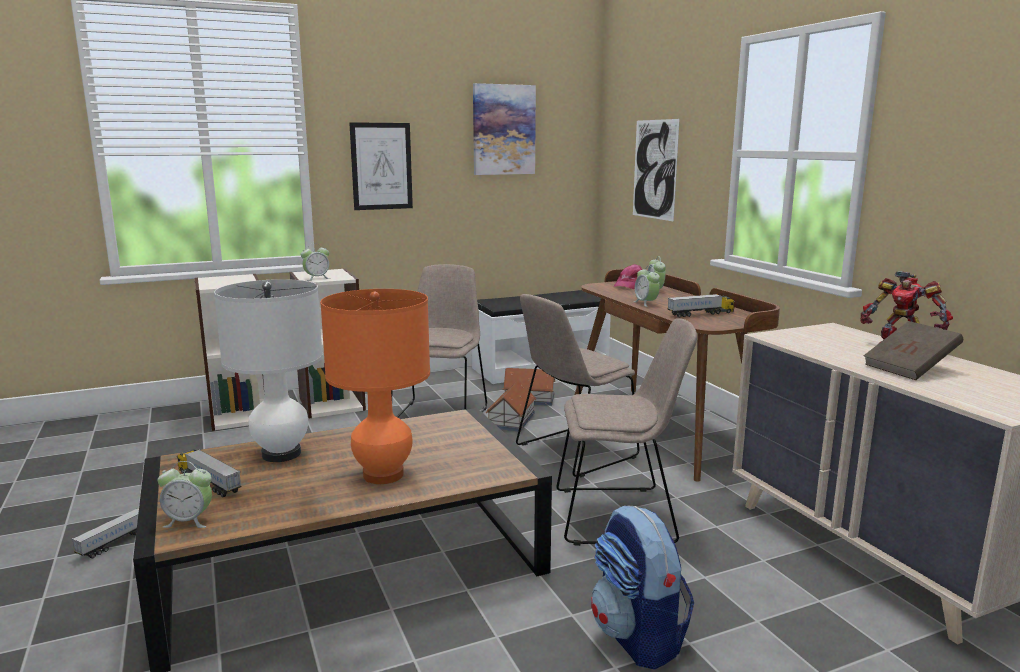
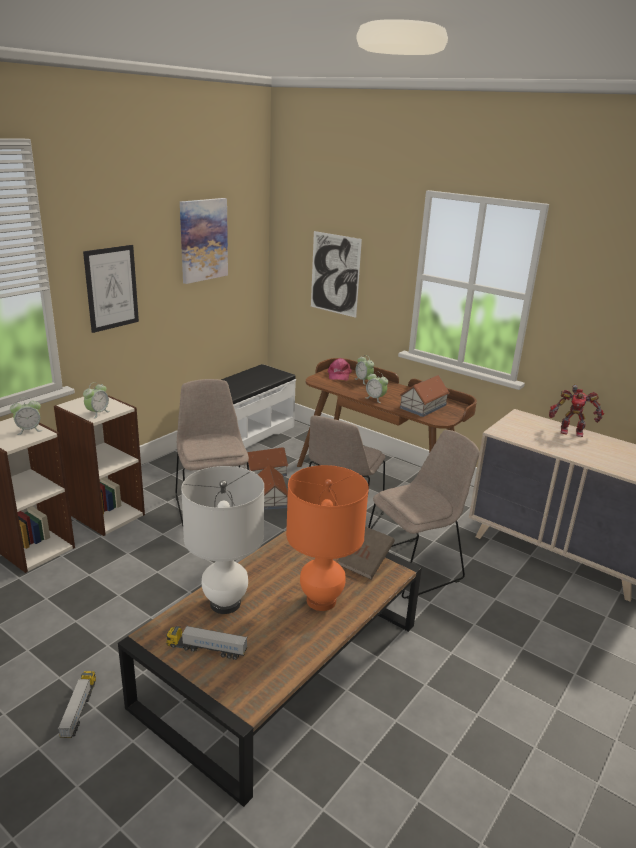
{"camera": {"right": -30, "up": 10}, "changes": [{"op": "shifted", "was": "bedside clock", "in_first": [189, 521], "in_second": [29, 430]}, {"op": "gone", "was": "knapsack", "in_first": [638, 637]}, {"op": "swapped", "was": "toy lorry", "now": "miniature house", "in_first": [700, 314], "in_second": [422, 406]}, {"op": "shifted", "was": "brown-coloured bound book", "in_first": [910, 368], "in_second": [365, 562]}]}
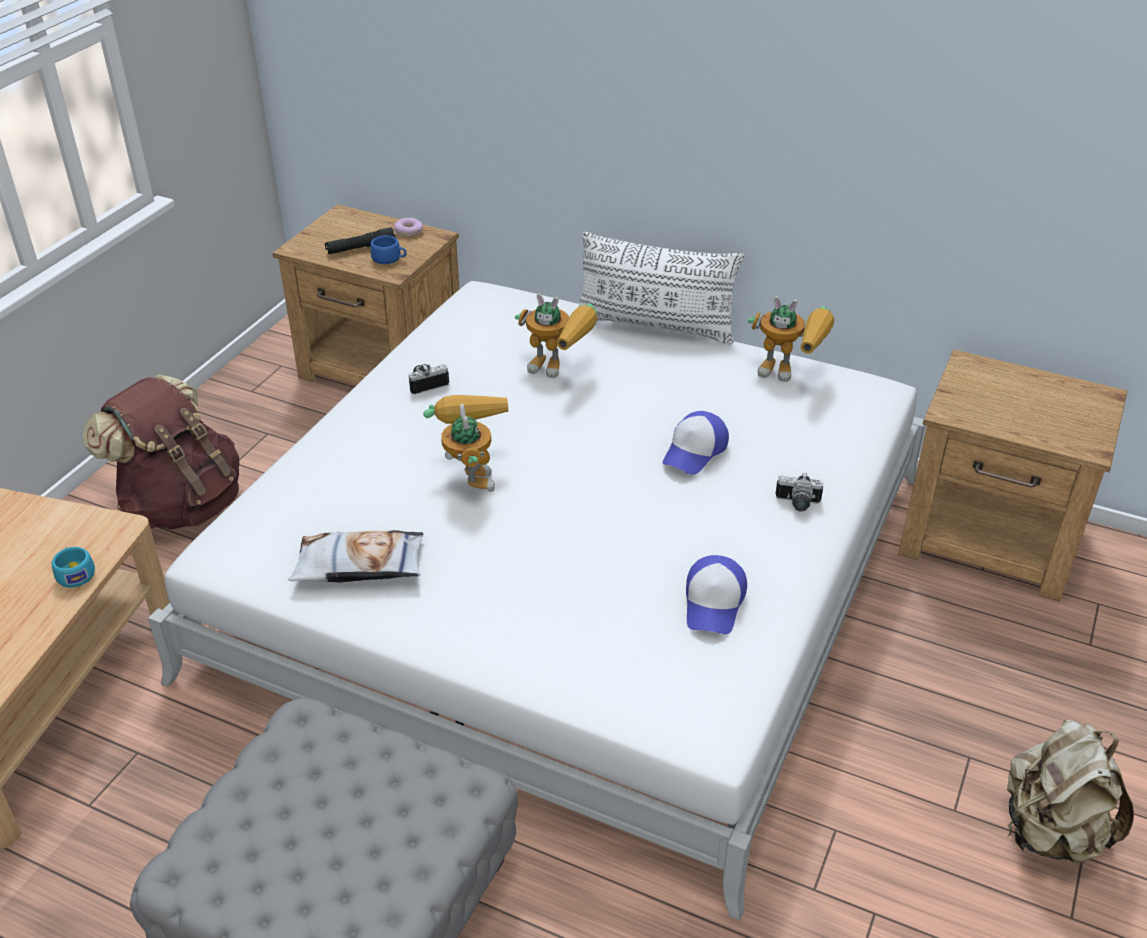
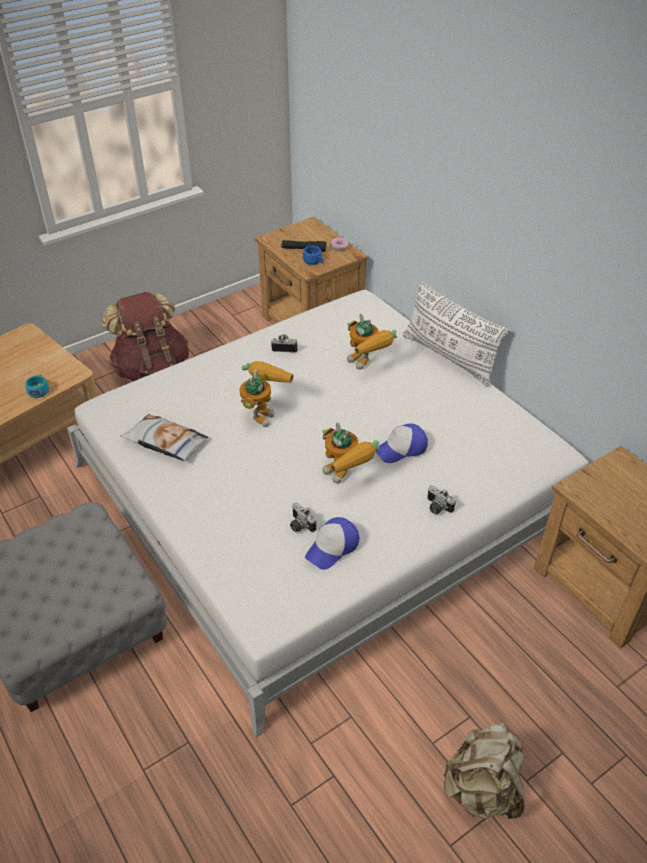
{"camera": {"right": 30, "up": 5}, "changes": [{"op": "shifted", "was": "model robot", "in_first": [790, 372], "in_second": [346, 477]}, {"op": "new", "now": "still camera", "in_second": [299, 525]}]}
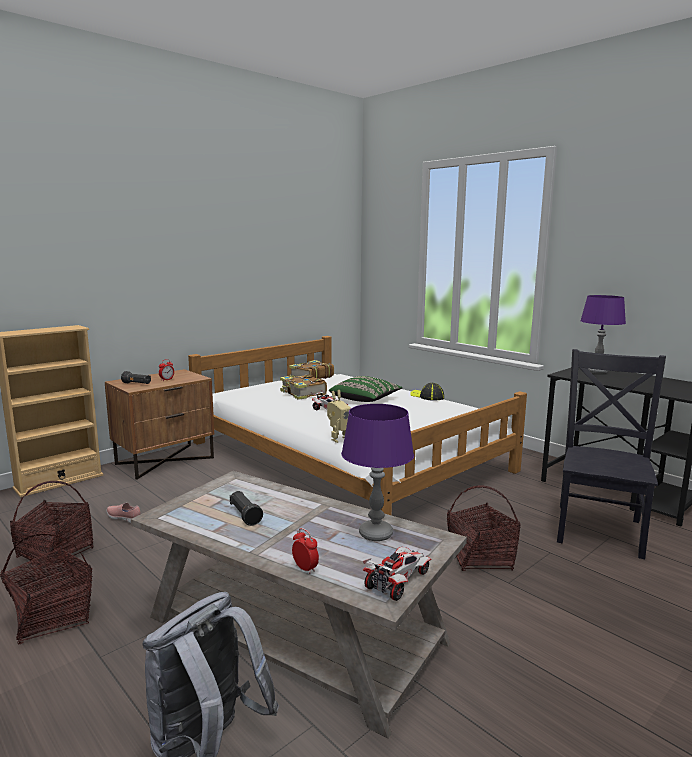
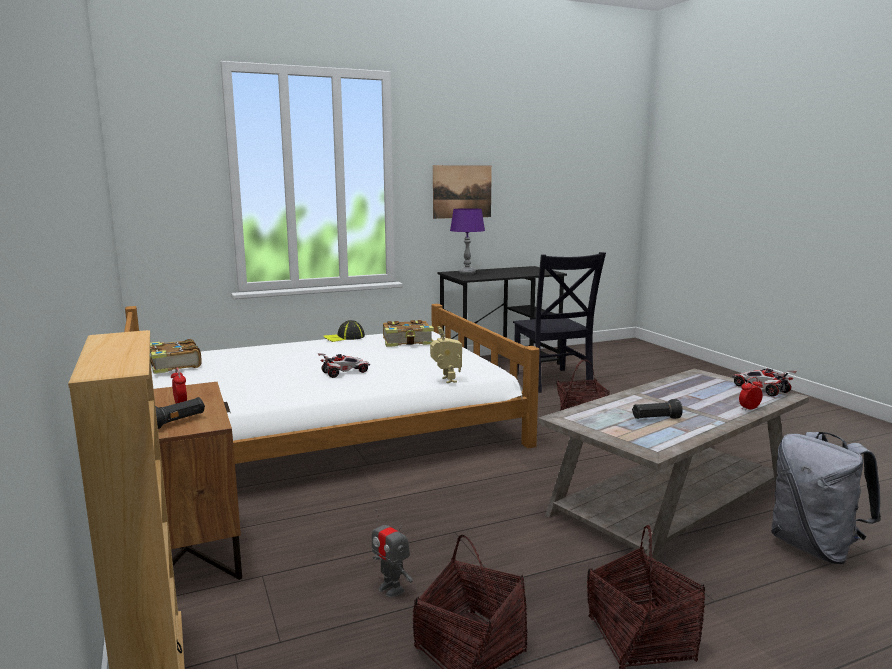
{"camera": {"right": -70, "up": 0}, "changes": [{"op": "swapped", "was": "pink item of footwear", "now": "model robot", "in_first": [124, 519], "in_second": [391, 589]}, {"op": "shifted", "was": "bound book", "in_first": [303, 393], "in_second": [408, 342]}, {"op": "gone", "was": "green throw pillow", "in_first": [365, 400]}, {"op": "gone", "was": "purple table lamp", "in_first": [375, 534]}, {"op": "rotated", "was": "black upright chair", "in_first": [600, 528], "in_second": [552, 381], "clockwise": -150}, {"op": "new", "now": "wall art", "in_second": [462, 191]}]}
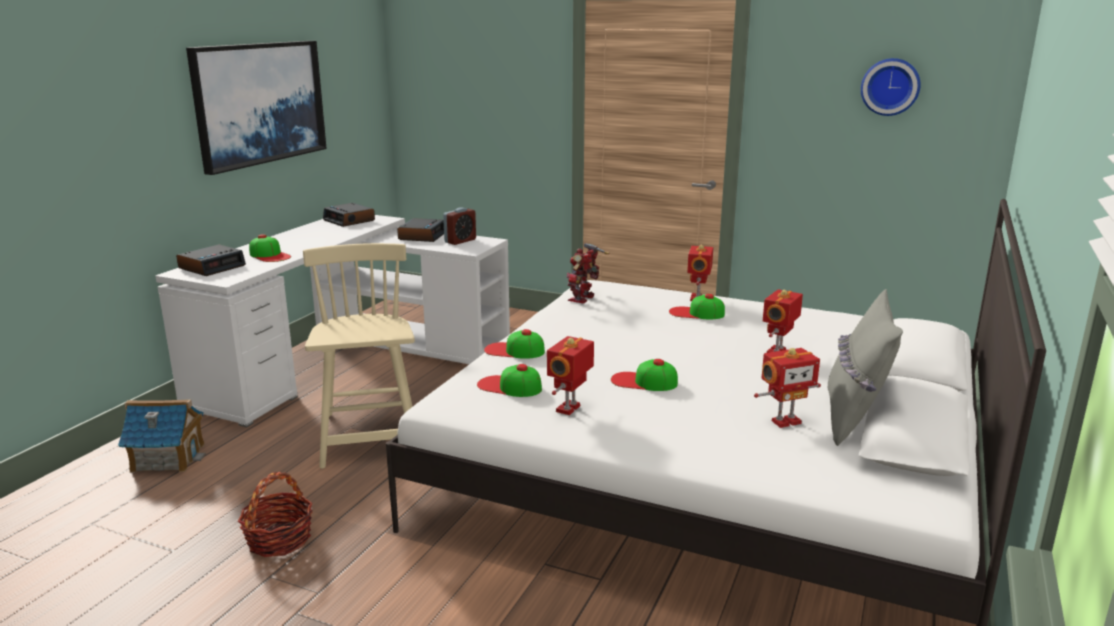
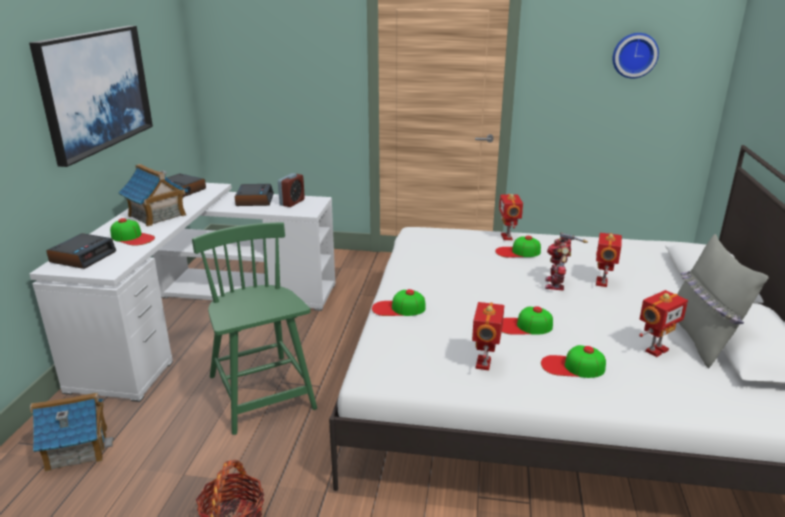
{"camera": {"right": -15, "up": 5}, "changes": [{"op": "repainted", "was": "sand-coloured upright chair", "now": "green upright chair", "in_first": [370, 437], "in_second": [261, 394]}, {"op": "shifted", "was": "peaked cap", "in_first": [509, 386], "in_second": [572, 366]}, {"op": "shifted", "was": "model robot", "in_first": [583, 298], "in_second": [557, 284]}, {"op": "new", "now": "miniature house", "in_second": [157, 215]}]}
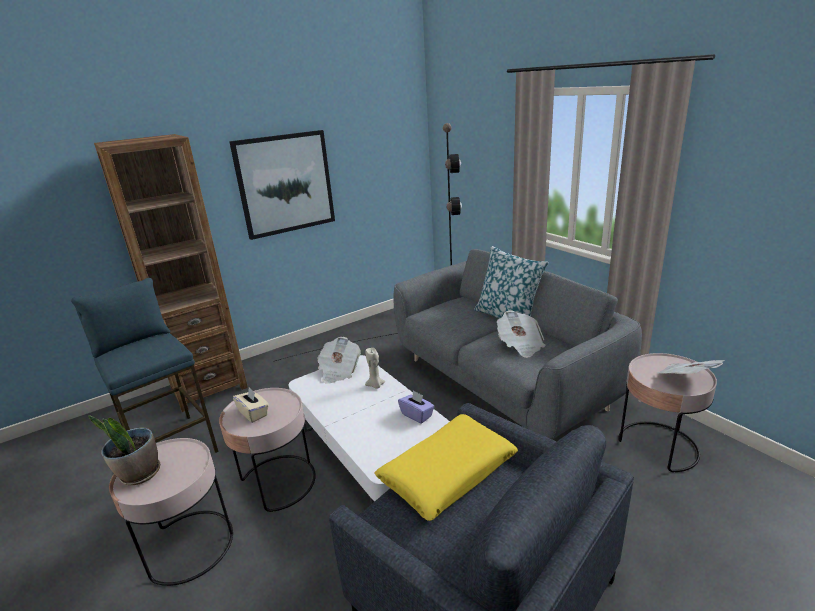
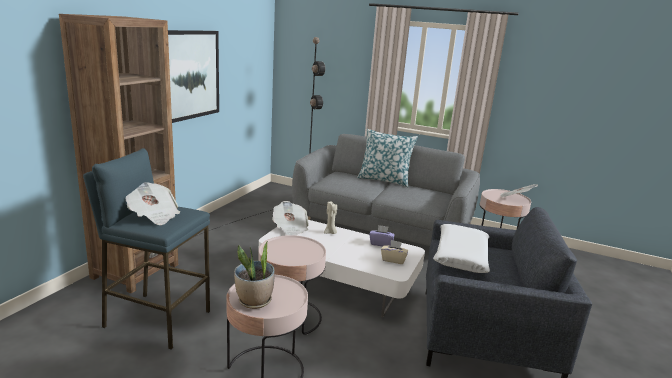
{"camera": {"right": -35, "up": -5}, "changes": [{"op": "shifted", "was": "sand-coloured tissue box", "in_first": [253, 413], "in_second": [393, 260]}, {"op": "repainted", "was": "yellowish throw pillow", "now": "whitish throw pillow", "in_first": [447, 473], "in_second": [460, 256]}, {"op": "shifted", "was": "newspaper", "in_first": [520, 345], "in_second": [153, 215]}]}
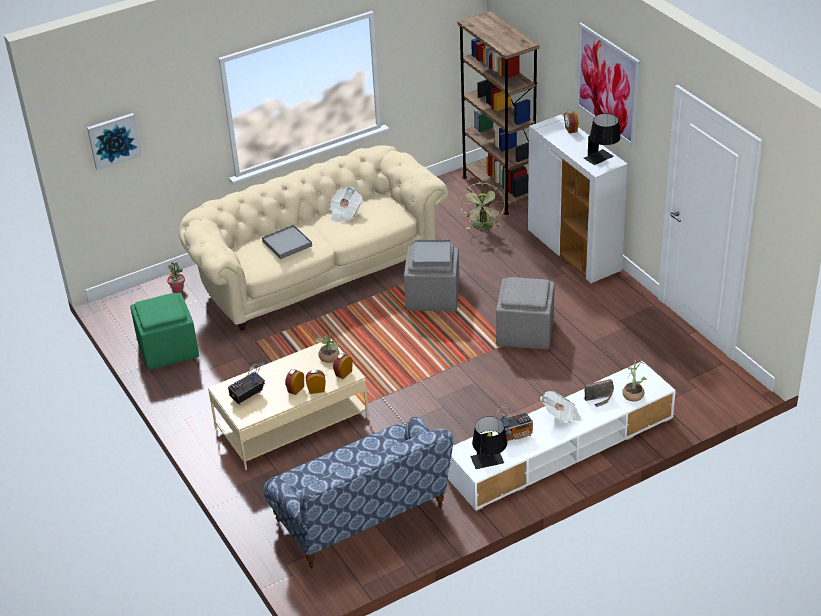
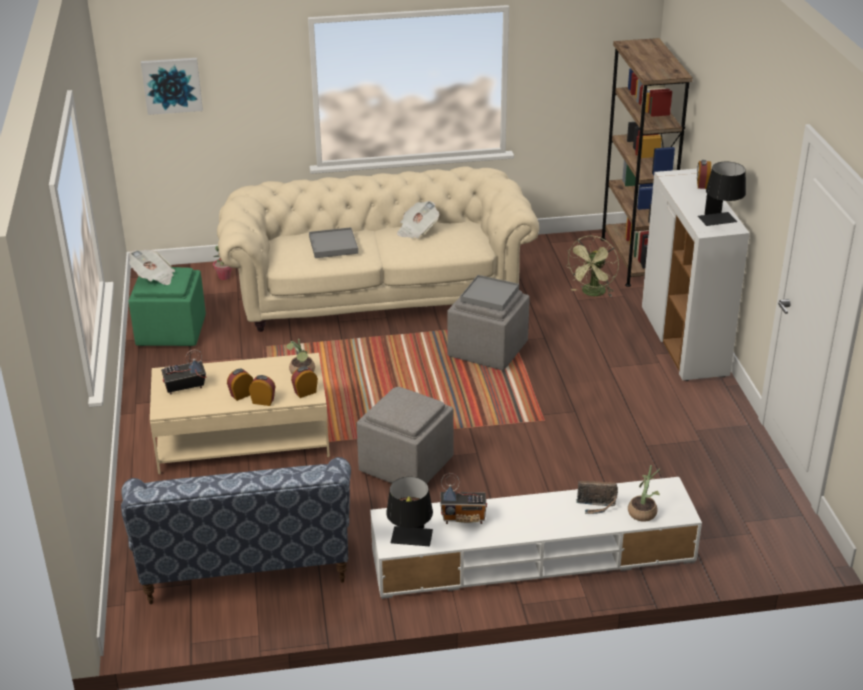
{"camera": {"right": 20, "up": -5}, "changes": [{"op": "shifted", "was": "greyish footrest", "in_first": [526, 332], "in_second": [407, 465]}, {"op": "shifted", "was": "newspaper", "in_first": [561, 416], "in_second": [154, 277]}, {"op": "gone", "was": "wall art", "in_first": [607, 84]}]}
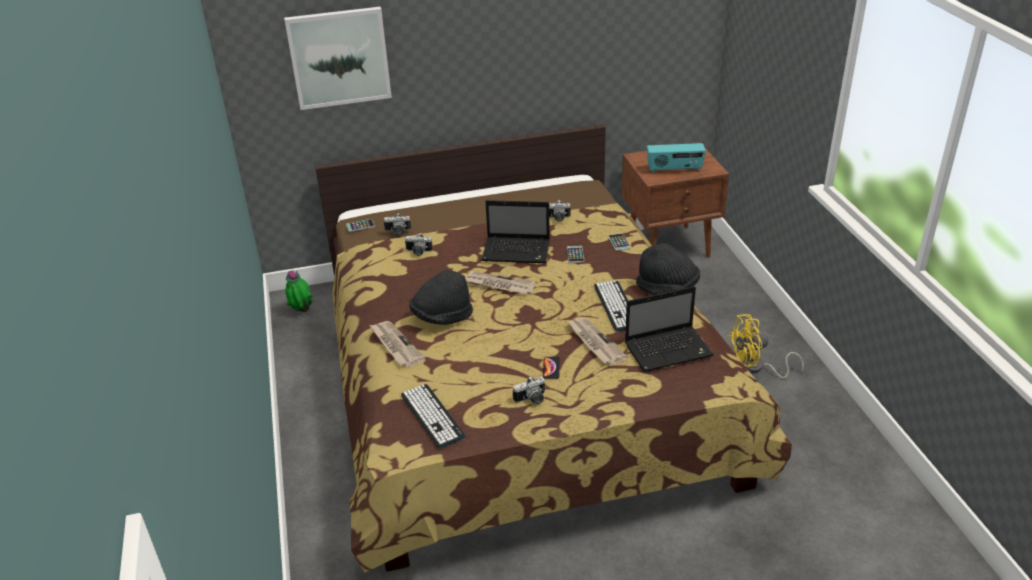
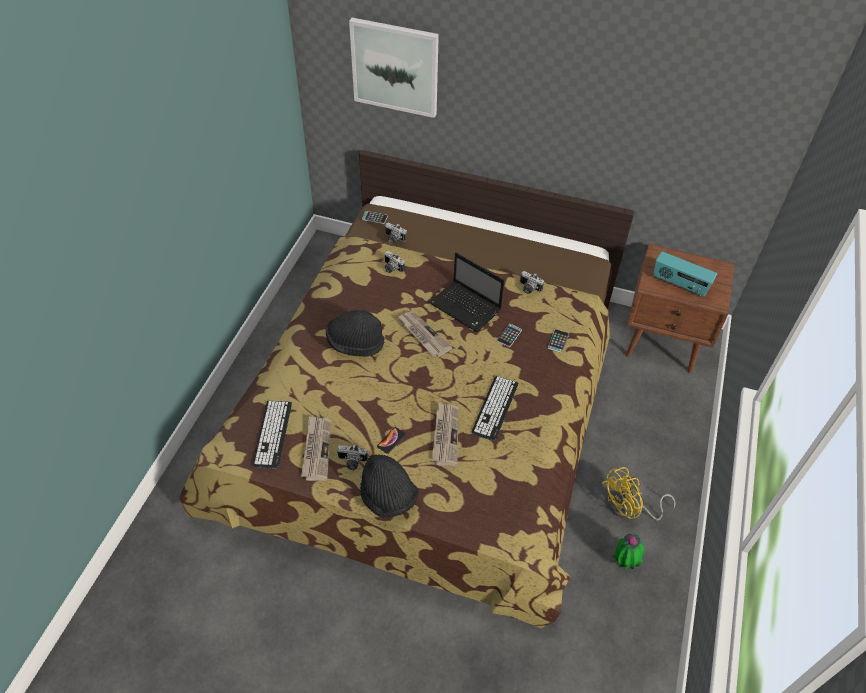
{"camera": {"right": 30, "up": 15}, "changes": [{"op": "shifted", "was": "houseplant", "in_first": [302, 310], "in_second": [624, 562]}, {"op": "shifted", "was": "newspaper", "in_first": [395, 345], "in_second": [316, 449]}, {"op": "gone", "was": "notebook computer", "in_first": [669, 349]}, {"op": "shifted", "was": "black clothing hat", "in_first": [667, 288], "in_second": [388, 497]}, {"op": "rotated", "was": "yellowish cooling fan", "in_first": [755, 368], "in_second": [629, 509], "clockwise": -45}]}
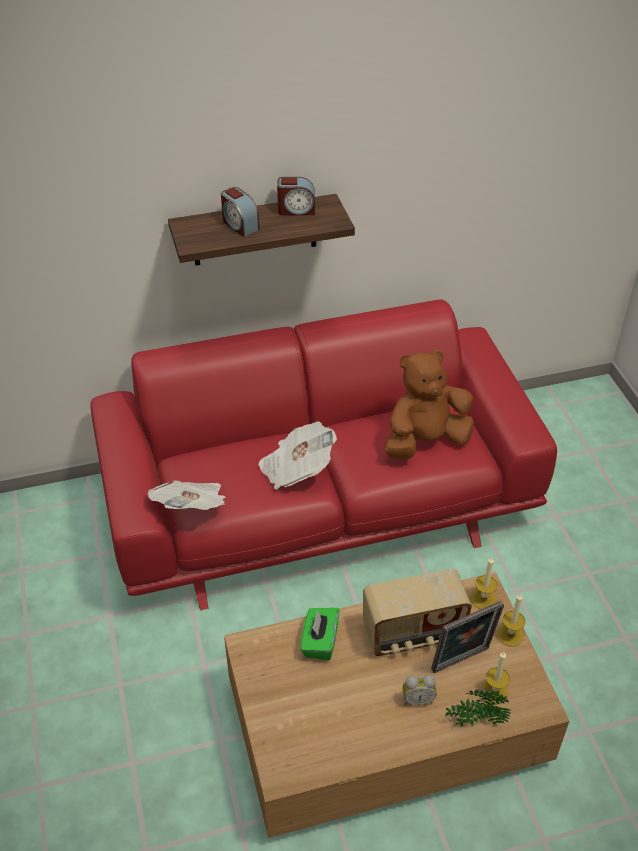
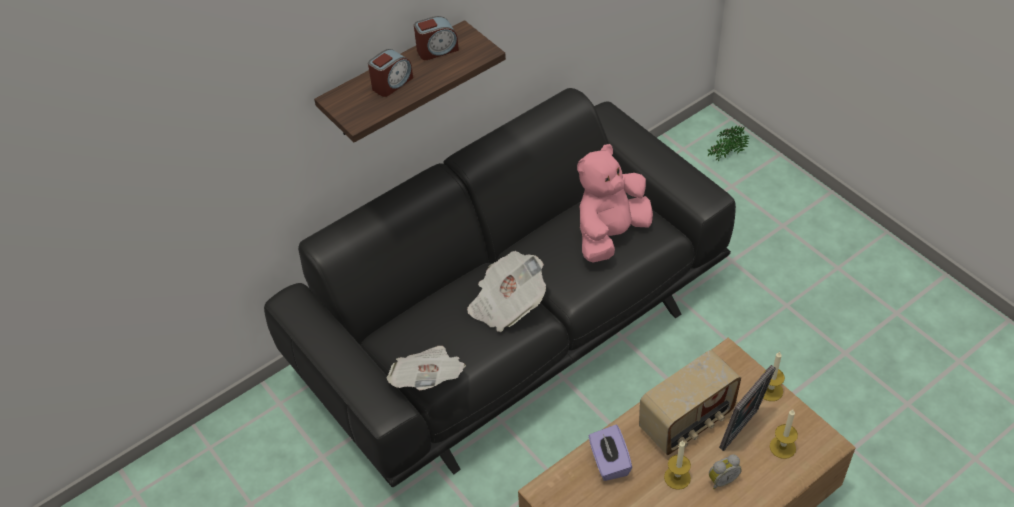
{"camera": {"right": -20, "up": 5}, "changes": [{"op": "repainted", "was": "red-coloured couch", "now": "black couch", "in_first": [320, 504], "in_second": [512, 327]}, {"op": "rotated", "was": "bedside clock", "in_first": [240, 225], "in_second": [392, 83], "clockwise": -75}, {"op": "repainted", "was": "green tissue box", "now": "purple tissue box", "in_first": [319, 642], "in_second": [609, 462]}, {"op": "repainted", "was": "brown-coloured plush toy", "now": "pink plush toy", "in_first": [425, 441], "in_second": [610, 234]}, {"op": "shifted", "was": "houseplant", "in_first": [475, 721], "in_second": [725, 156]}, {"op": "shifted", "was": "wax light", "in_first": [483, 599], "in_second": [677, 477]}]}
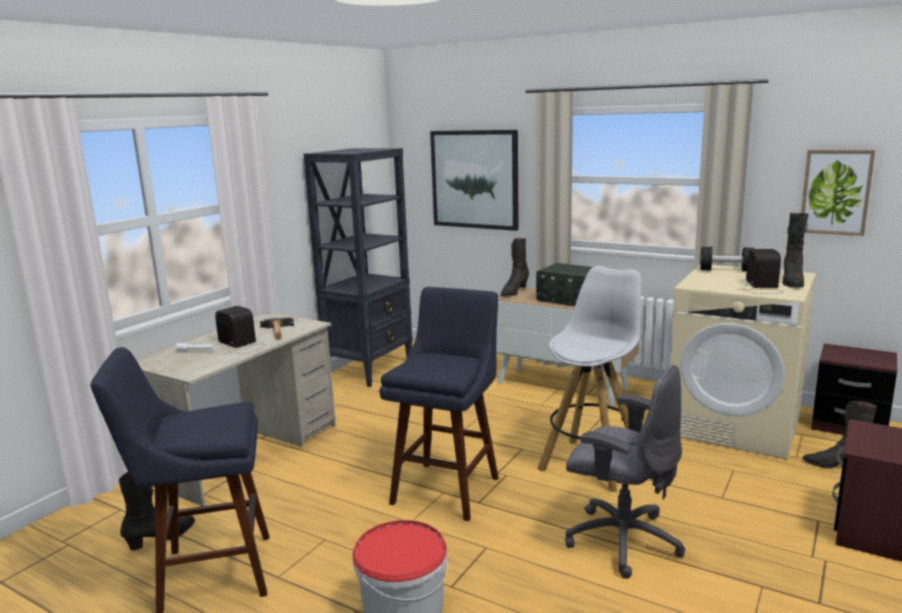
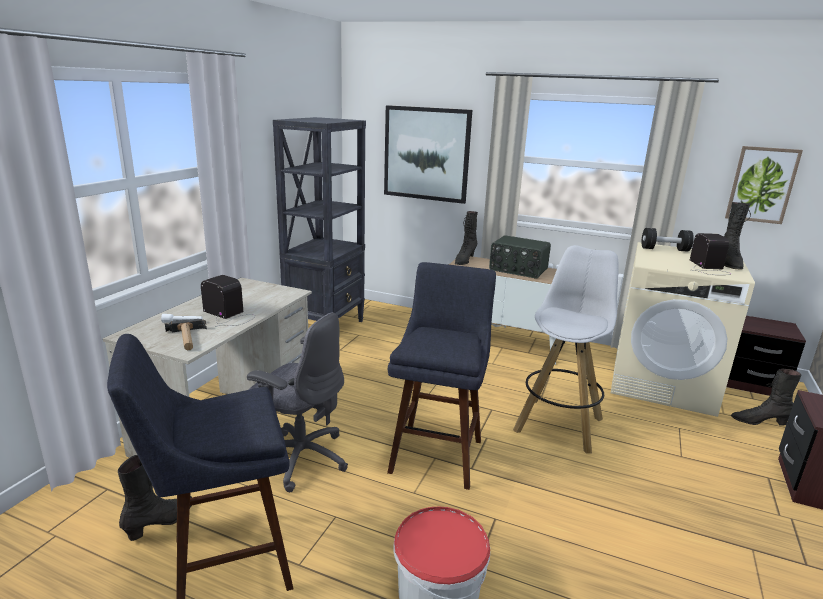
{"camera": {"right": -10, "up": 5}, "changes": [{"op": "shifted", "was": "tool hammer", "in_first": [278, 332], "in_second": [187, 338]}, {"op": "shifted", "was": "greyish computer chair", "in_first": [621, 540], "in_second": [300, 457]}]}
